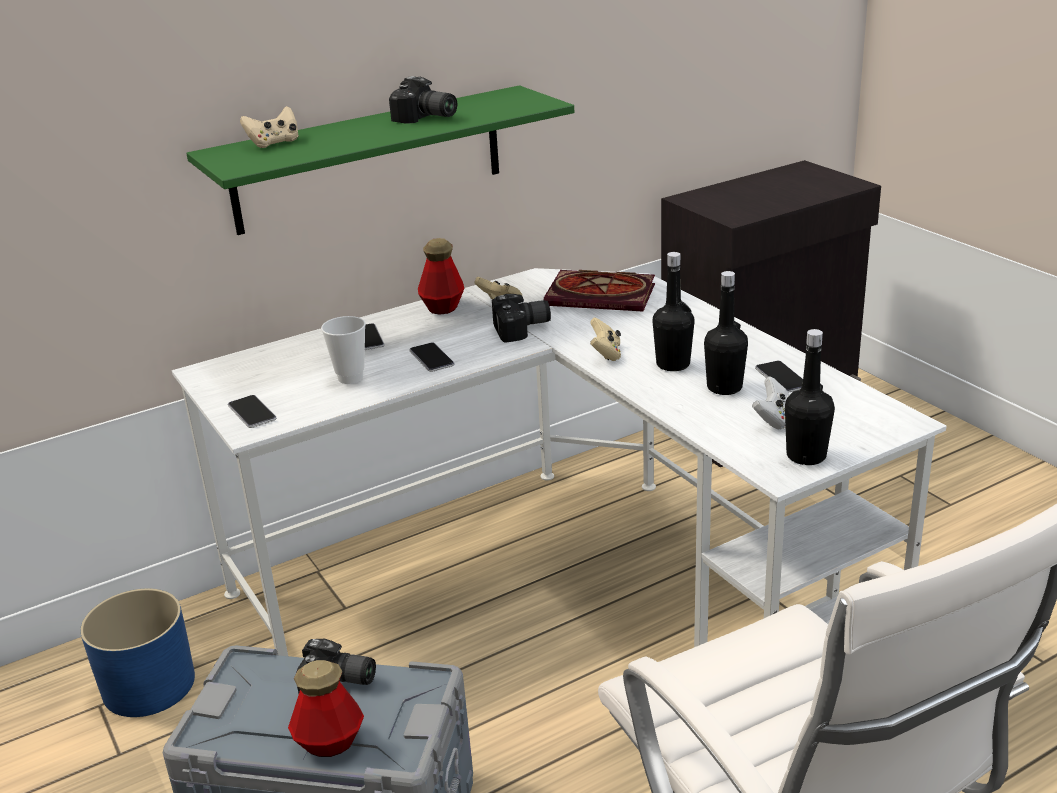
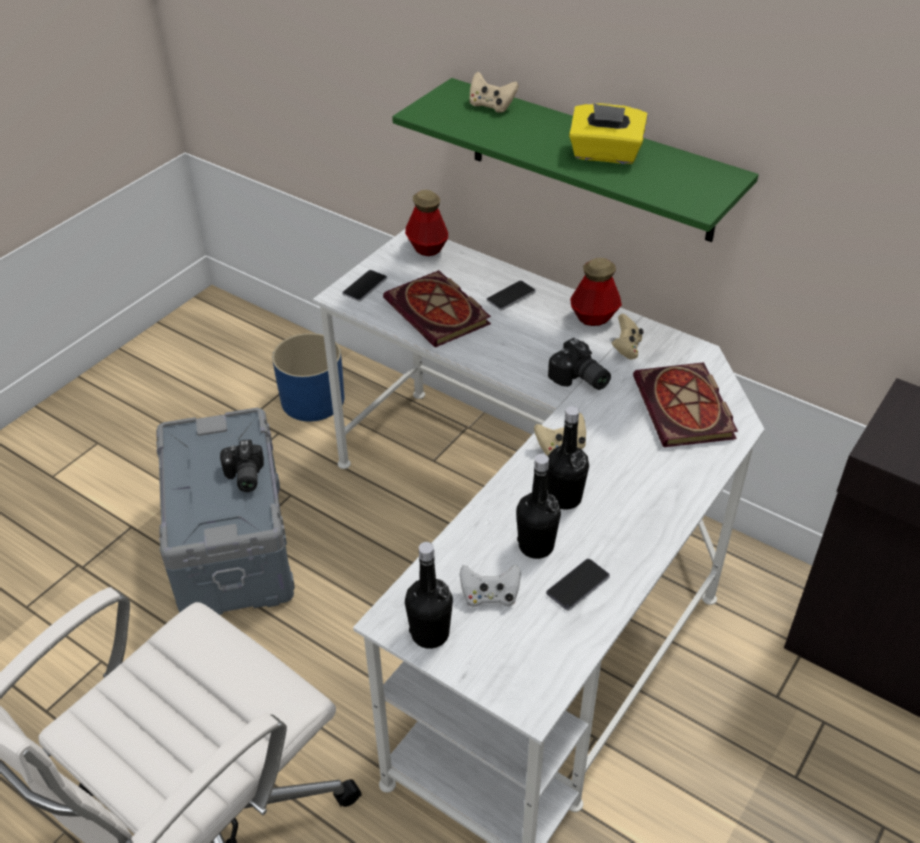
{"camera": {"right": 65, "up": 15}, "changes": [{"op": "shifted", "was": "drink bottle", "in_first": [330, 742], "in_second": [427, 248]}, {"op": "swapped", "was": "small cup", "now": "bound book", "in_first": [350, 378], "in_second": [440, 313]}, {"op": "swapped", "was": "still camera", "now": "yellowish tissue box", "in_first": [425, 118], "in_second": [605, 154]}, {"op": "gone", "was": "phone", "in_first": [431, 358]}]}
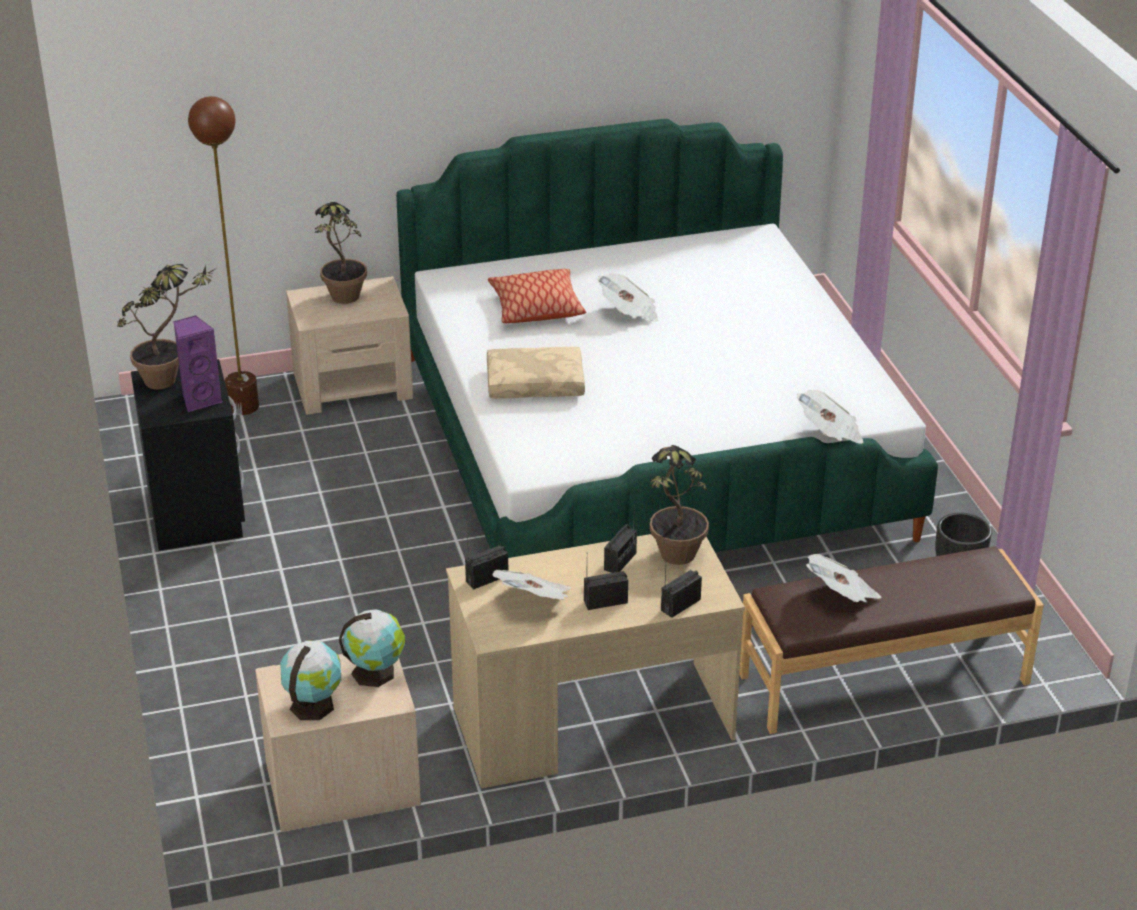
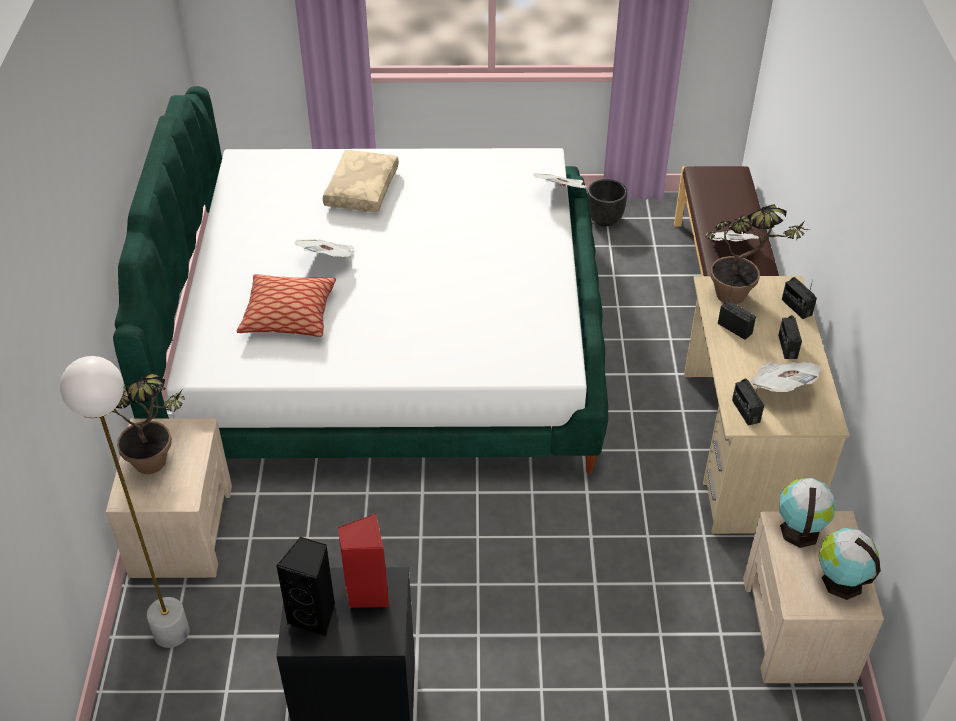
{"camera": {"right": -75, "up": 10}, "changes": [{"op": "swapped", "was": "houseplant", "now": "black loudspeaker", "in_first": [172, 380], "in_second": [315, 616]}, {"op": "repainted", "was": "purple loudspeaker", "now": "red-coloured loudspeaker", "in_first": [200, 399], "in_second": [367, 593]}, {"op": "repainted", "was": "brown-coloured standing lamp", "now": "whitish standing lamp", "in_first": [243, 406], "in_second": [171, 632]}, {"op": "shifted", "was": "sand-coloured throw pillow", "in_first": [536, 383], "in_second": [361, 189]}]}
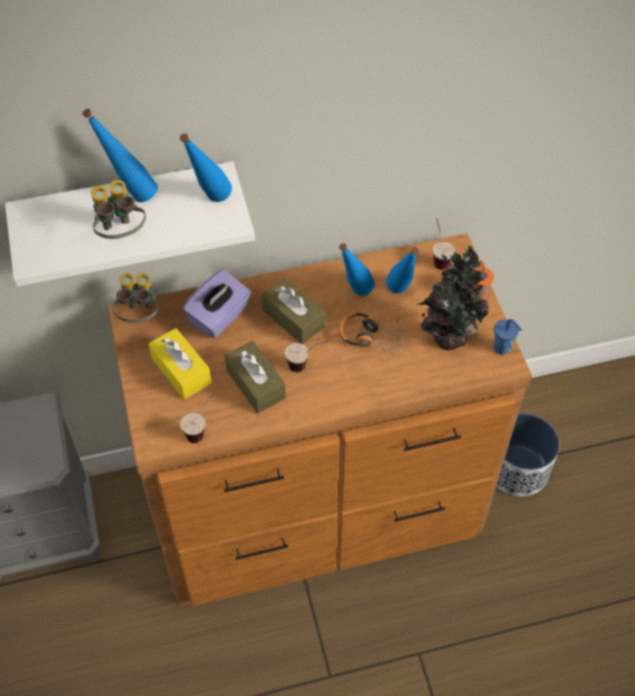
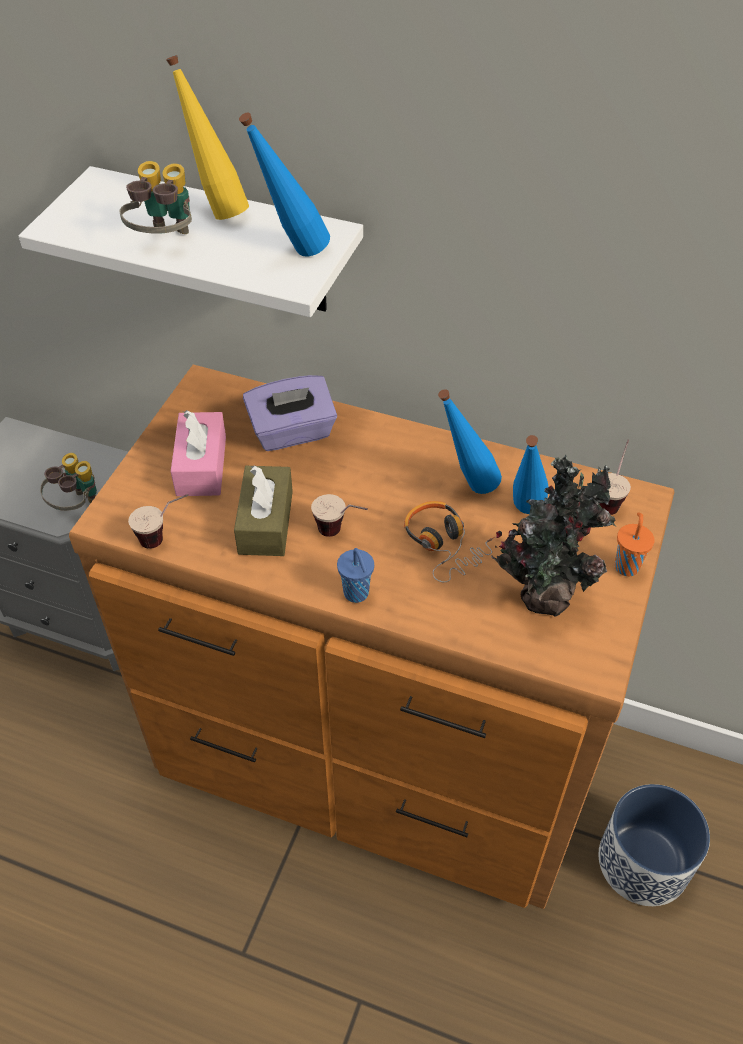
{"camera": {"right": 35, "up": -5}, "changes": [{"op": "repainted", "was": "blue drink bottle", "now": "yellowish drink bottle", "in_first": [130, 195], "in_second": [217, 210]}, {"op": "shifted", "was": "field glasses", "in_first": [139, 316], "in_second": [76, 505]}, {"op": "repainted", "was": "yellowish tissue box", "now": "pink tissue box", "in_first": [181, 371], "in_second": [201, 466]}, {"op": "gone", "was": "brown-coloured tissue box", "in_first": [293, 318]}, {"op": "shifted", "was": "blue small cup", "in_first": [502, 348], "in_second": [357, 594]}]}
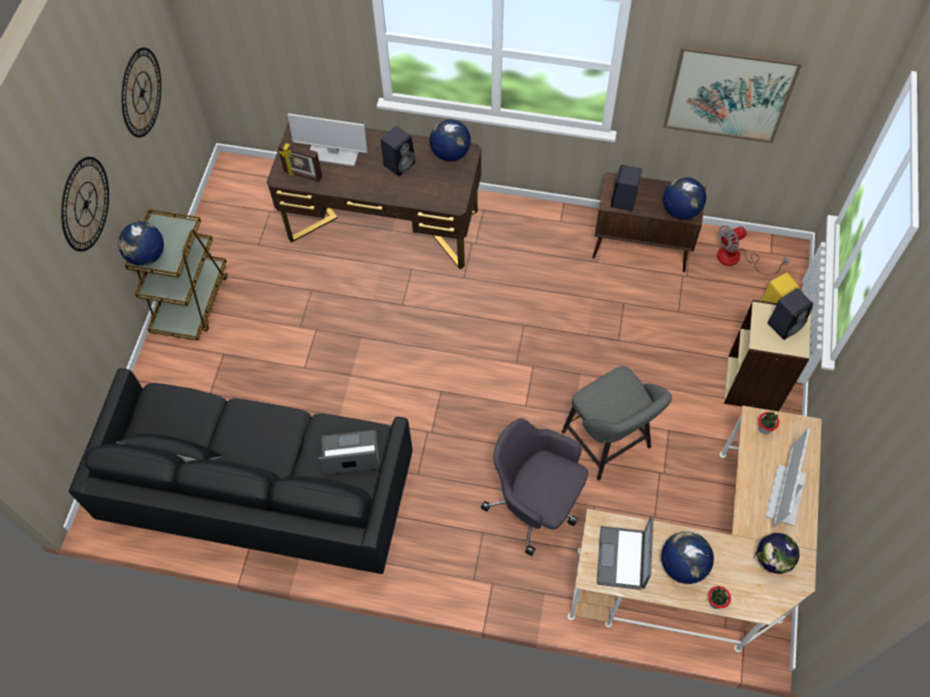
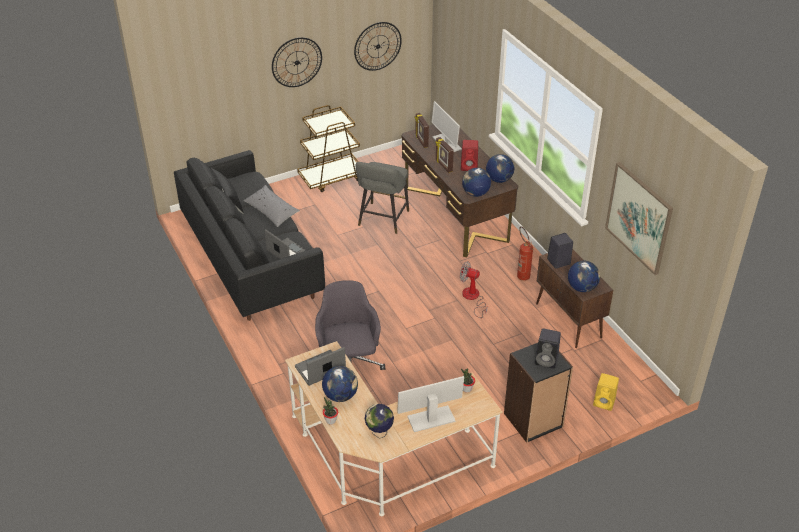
{"camera": {"right": 50, "up": -20}, "changes": [{"op": "shifted", "was": "world globe", "in_first": [147, 256], "in_second": [475, 193]}, {"op": "repainted", "was": "black loudspeaker", "now": "red-coloured loudspeaker", "in_first": [399, 163], "in_second": [469, 166]}, {"op": "shifted", "was": "greyish stool", "in_first": [609, 443], "in_second": [382, 220]}, {"op": "shifted", "was": "cooling fan", "in_first": [737, 259], "in_second": [473, 298]}, {"op": "repainted", "was": "sand-coloured bookshelf", "now": "black bookshelf", "in_first": [753, 384], "in_second": [533, 420]}, {"op": "new", "now": "greyish throw pillow", "in_second": [271, 211]}, {"op": "new", "now": "standing frame", "in_second": [443, 166]}, {"op": "new", "now": "fire extinguisher", "in_second": [521, 274]}]}
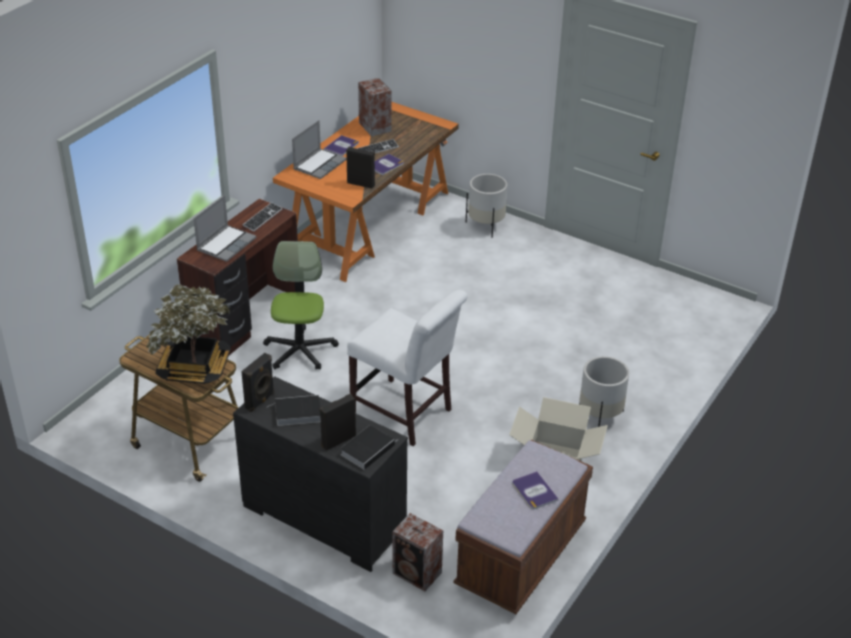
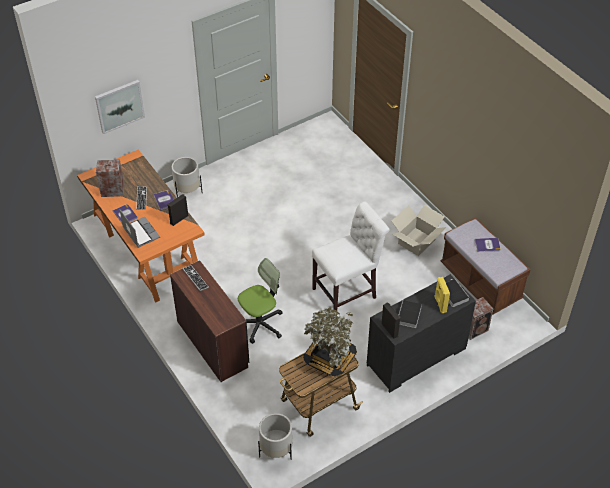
{"camera": {"right": -65, "up": 10}, "changes": [{"op": "gone", "was": "notebook computer", "in_first": [226, 244]}, {"op": "rotated", "was": "computer chair", "in_first": [300, 350], "in_second": [260, 324], "clockwise": 120}, {"op": "repainted", "was": "black loudspeaker", "now": "yellowish loudspeaker", "in_first": [337, 440], "in_second": [440, 304]}, {"op": "shifted", "was": "whitish plant pot", "in_first": [600, 416], "in_second": [276, 450]}, {"op": "new", "now": "wall art", "in_second": [119, 106]}]}
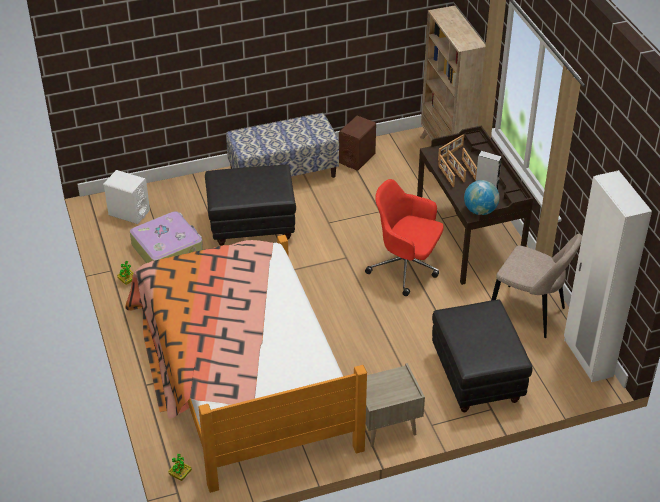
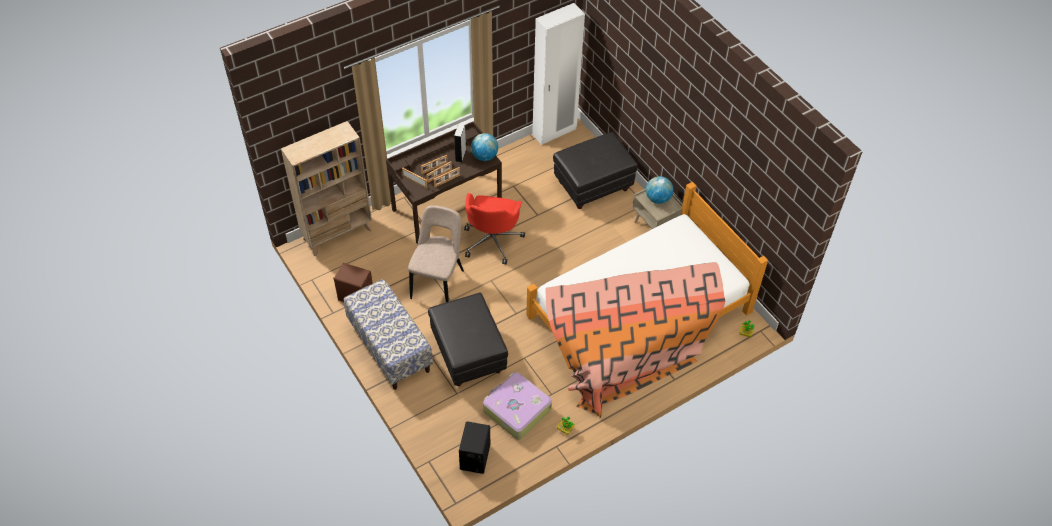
{"camera": {"right": -105, "up": 10}, "changes": [{"op": "repainted", "was": "whitish loudspeaker", "now": "black loudspeaker", "in_first": [129, 213], "in_second": [475, 457]}, {"op": "shifted", "was": "sand-coloured upright chair", "in_first": [530, 313], "in_second": [438, 282]}, {"op": "new", "now": "world globe", "in_second": [657, 199]}]}
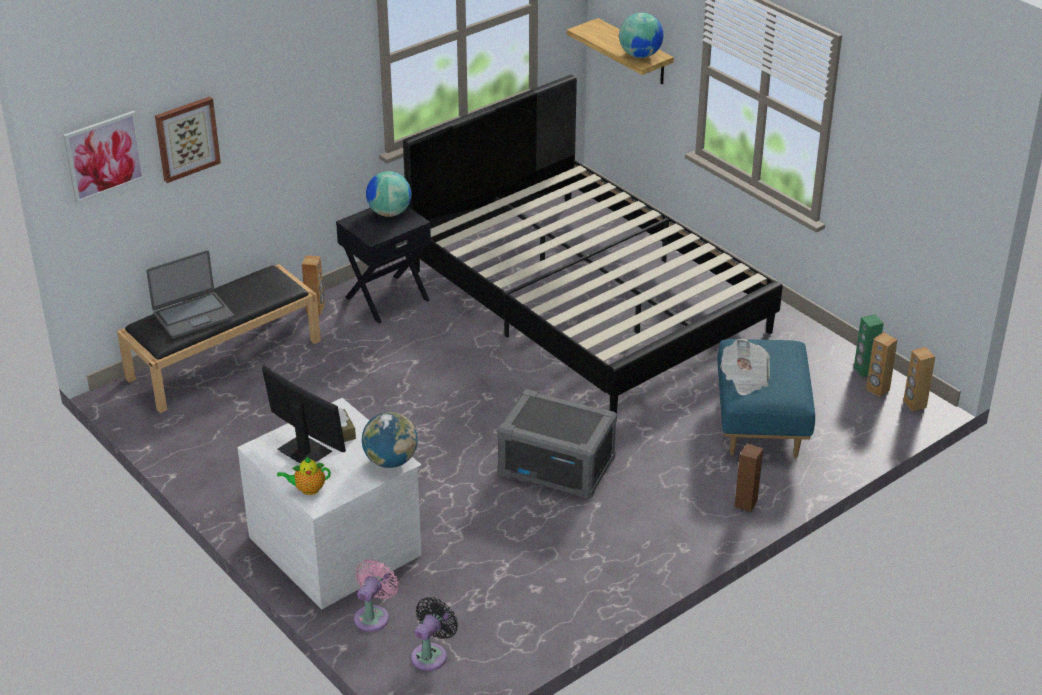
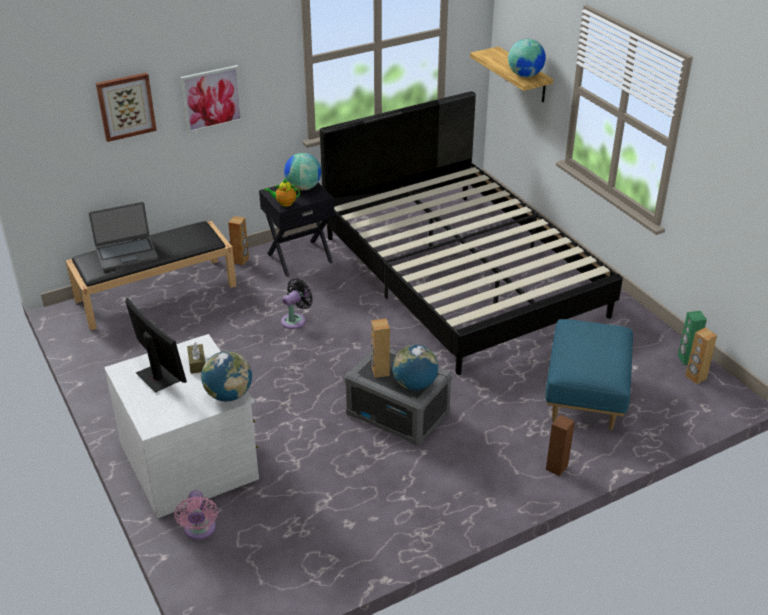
{"camera": {"right": 10, "up": 0}, "changes": [{"op": "shifted", "was": "wall art", "in_first": [104, 156], "in_second": [212, 98]}, {"op": "shifted", "was": "pot for tea", "in_first": [307, 489], "in_second": [284, 203]}, {"op": "rotated", "was": "pink cooling fan", "in_first": [373, 616], "in_second": [199, 530], "clockwise": 135}, {"op": "shifted", "was": "black cooling fan", "in_first": [431, 654], "in_second": [295, 320]}, {"op": "gone", "was": "newspaper", "in_first": [744, 379]}, {"op": "shifted", "was": "brown-coloured loudspeaker", "in_first": [914, 404], "in_second": [380, 371]}, {"op": "new", "now": "world globe", "in_second": [414, 385]}]}
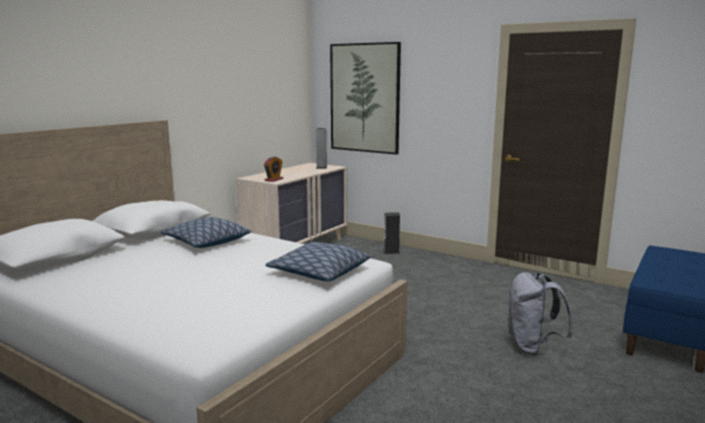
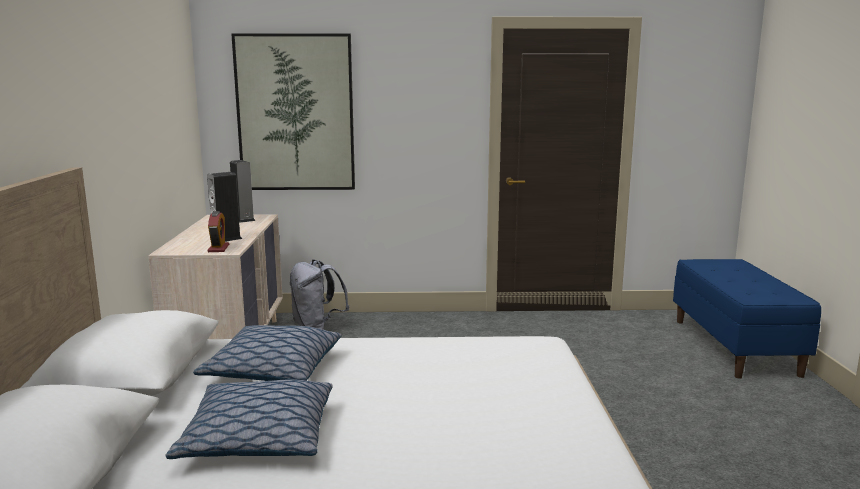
{"camera": {"right": -35, "up": 0}, "changes": [{"op": "shifted", "was": "throw pillow", "in_first": [319, 272], "in_second": [258, 438]}, {"op": "shifted", "was": "loudspeaker", "in_first": [391, 252], "in_second": [226, 239]}, {"op": "shifted", "was": "greyish knapsack", "in_first": [532, 346], "in_second": [317, 328]}]}
